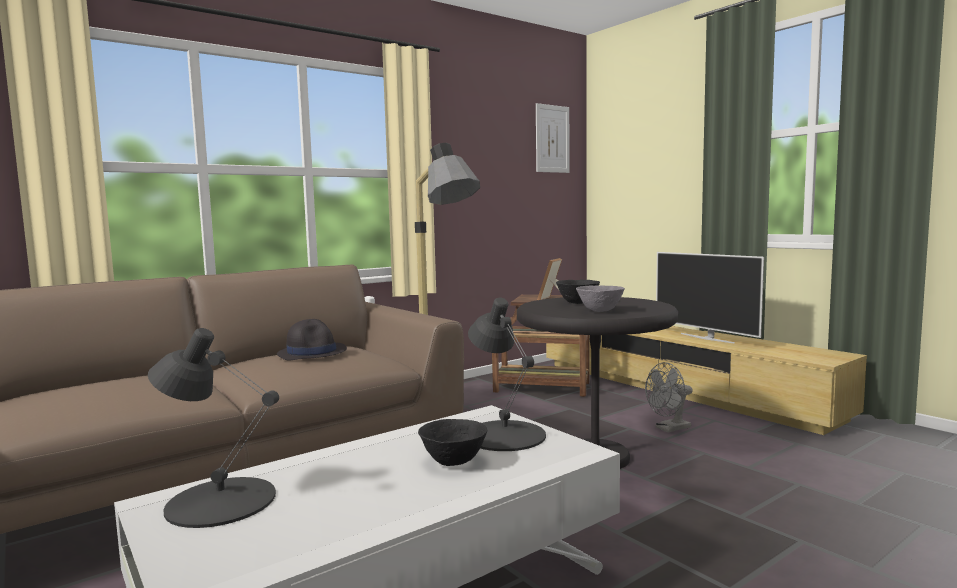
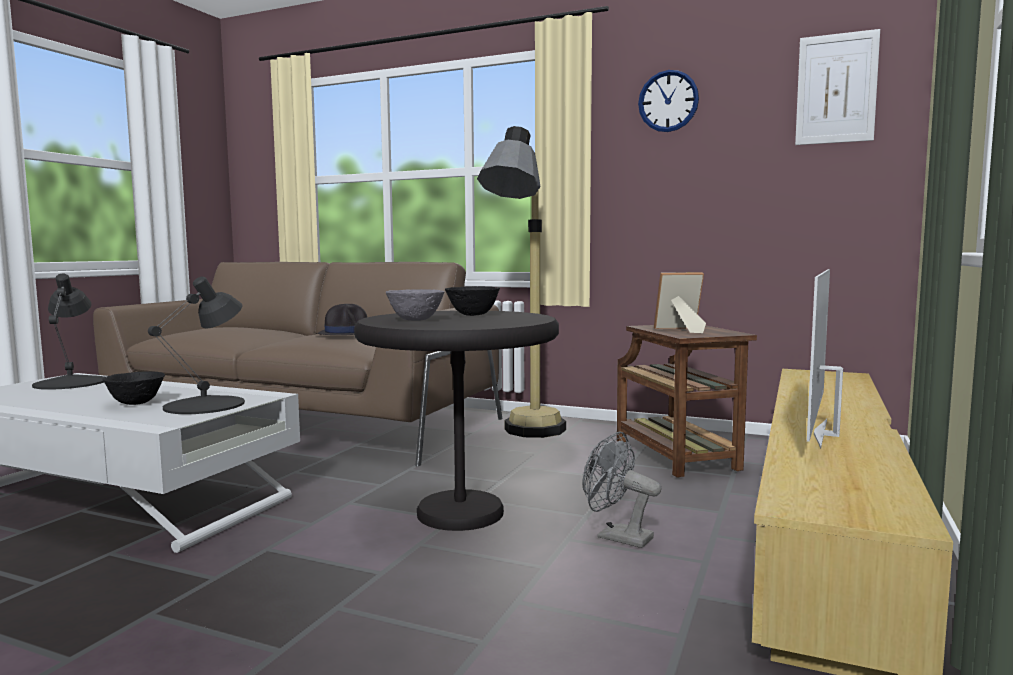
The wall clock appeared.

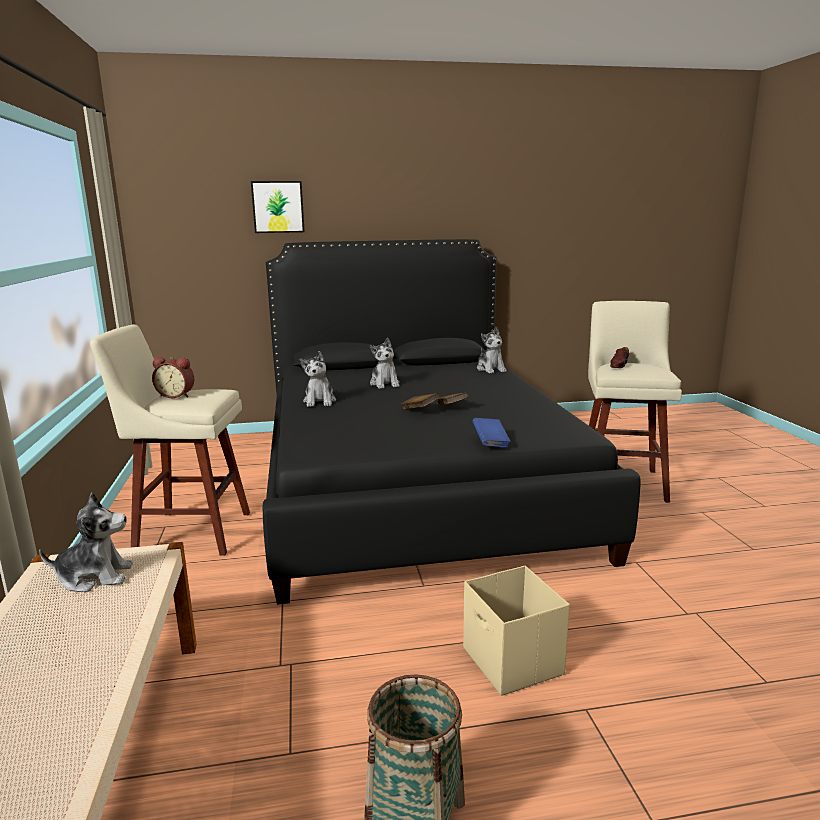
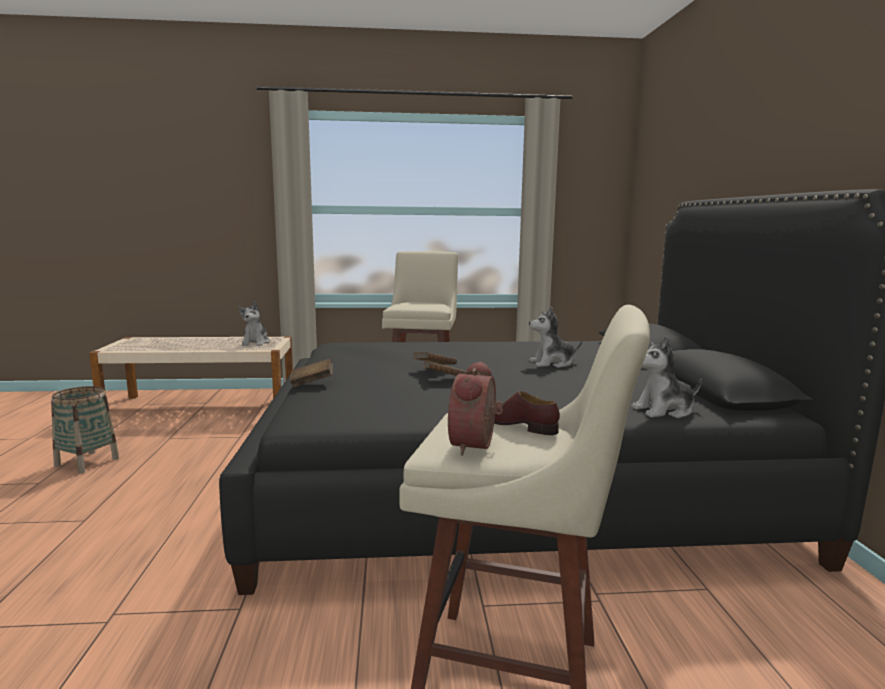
The wall picture disappeared.
The cuddly toy (2nd from left) disappeared.
The beige-coloured storage box disappeared.
The alarm clock moved.
The blue volume became the brown-coloured volume (1st from left).

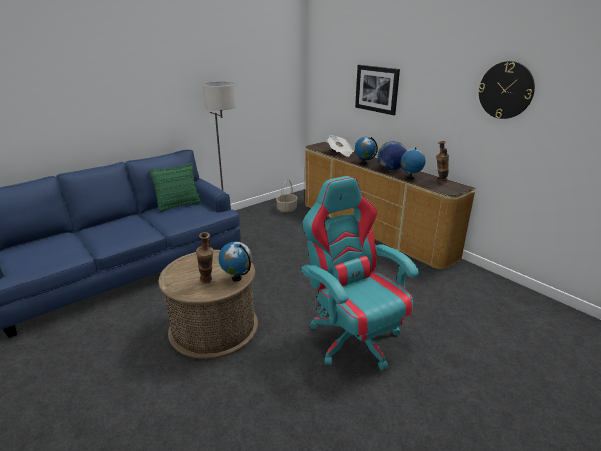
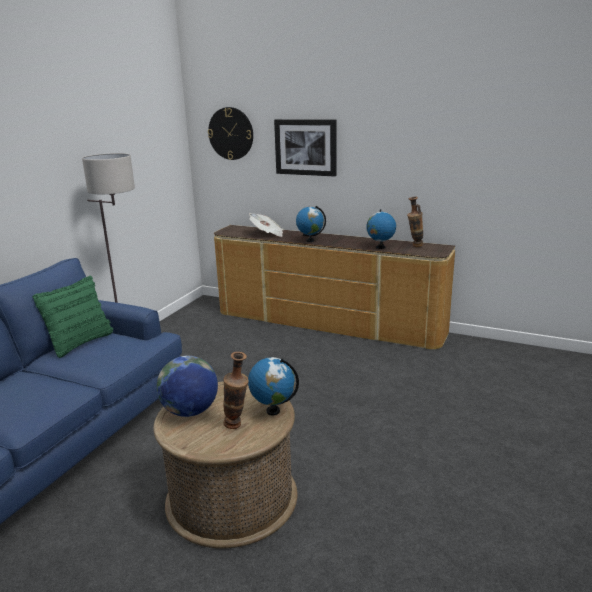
The basket disappeared.
The blue-green desk chair disappeared.
The world globe (3rd from left in the first image) moved.
The wall clock moved.

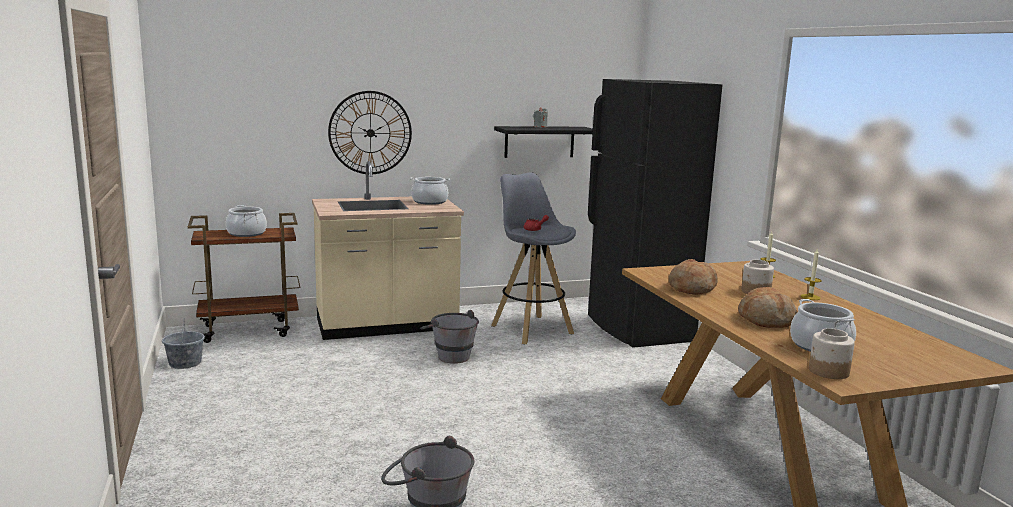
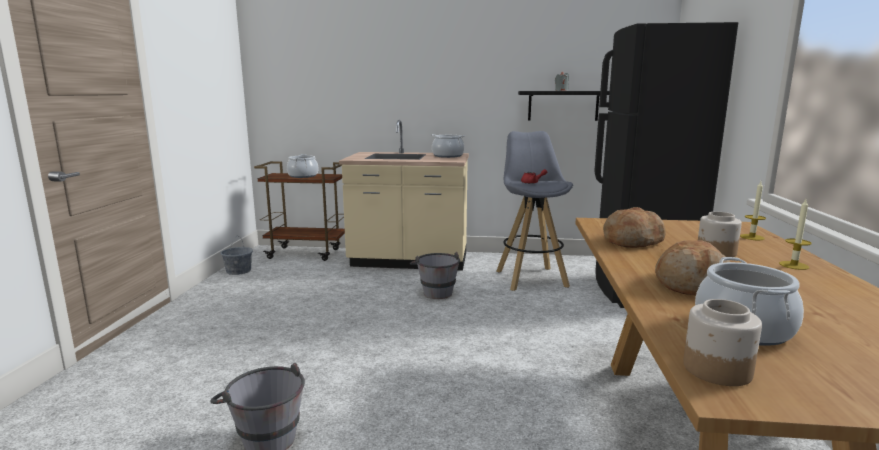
The wall clock disappeared.

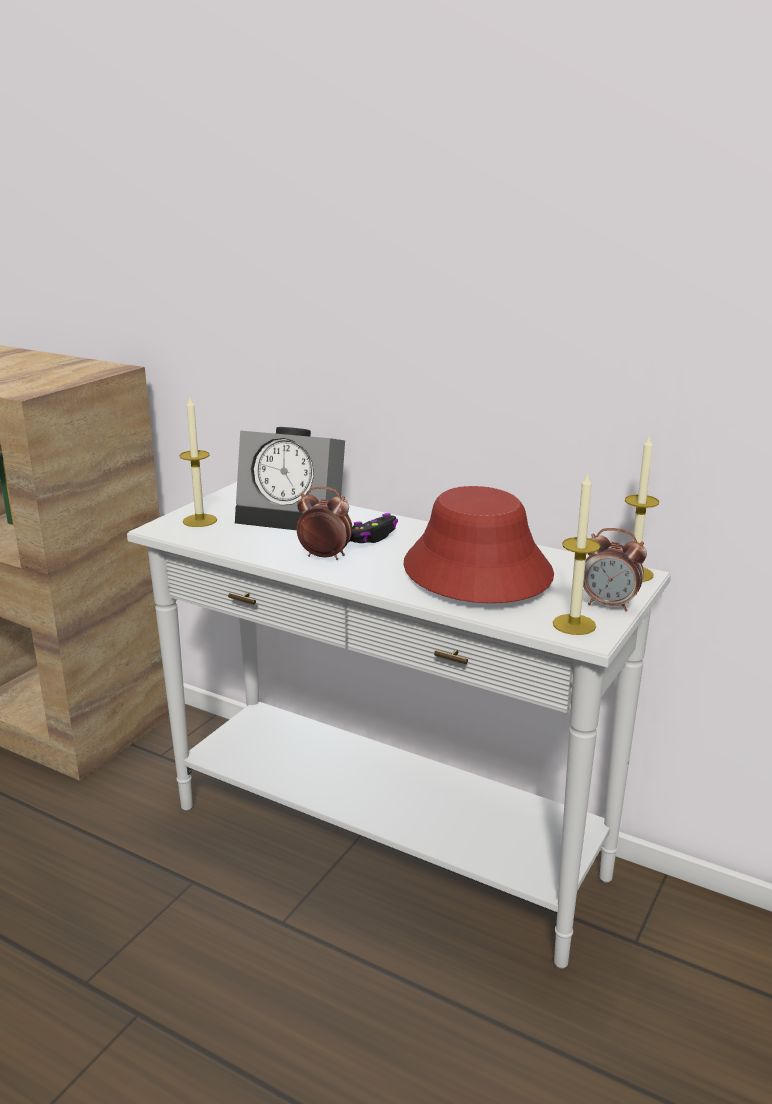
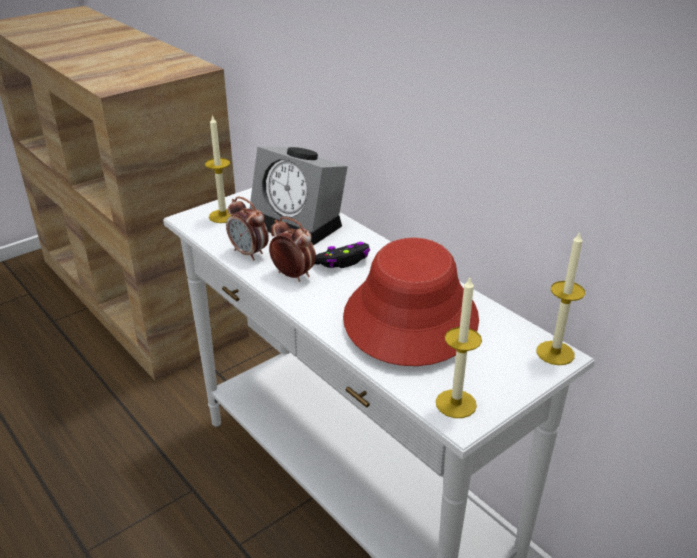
The alarm clock (3rd from left in the first image) moved.

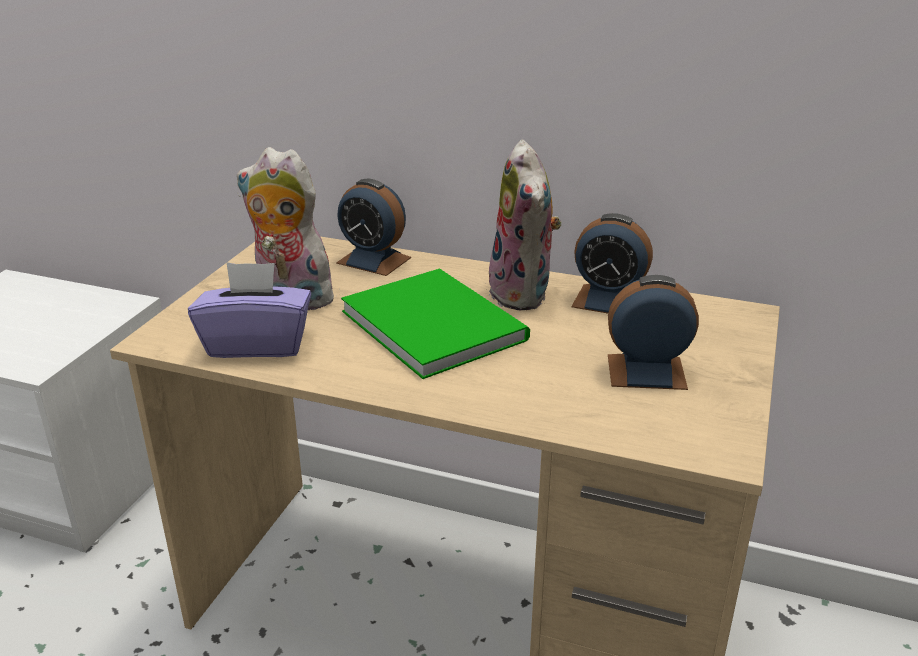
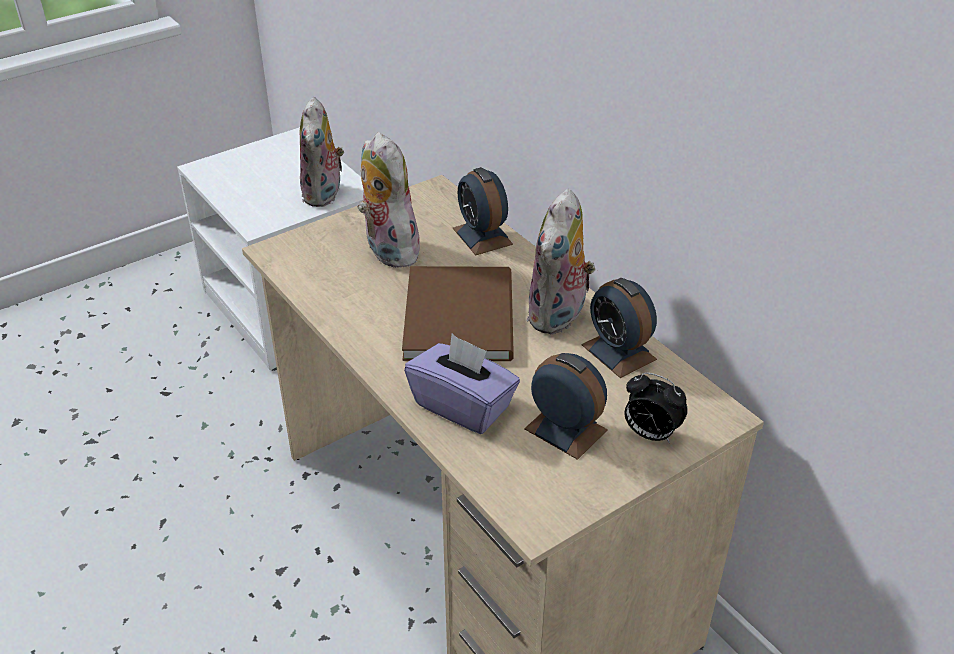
The cuddly toy (1st from left) appeared.
The alarm clock (4th from left) appeared.
The purplish box of tissues moved.
The green-coloured volume became the brown-coloured volume.

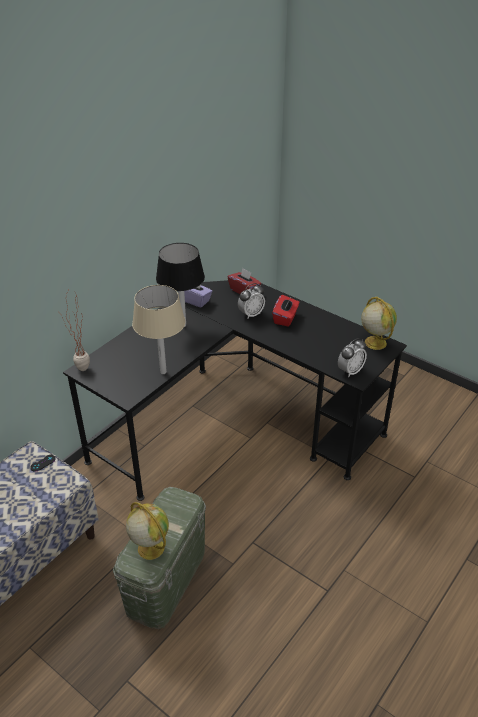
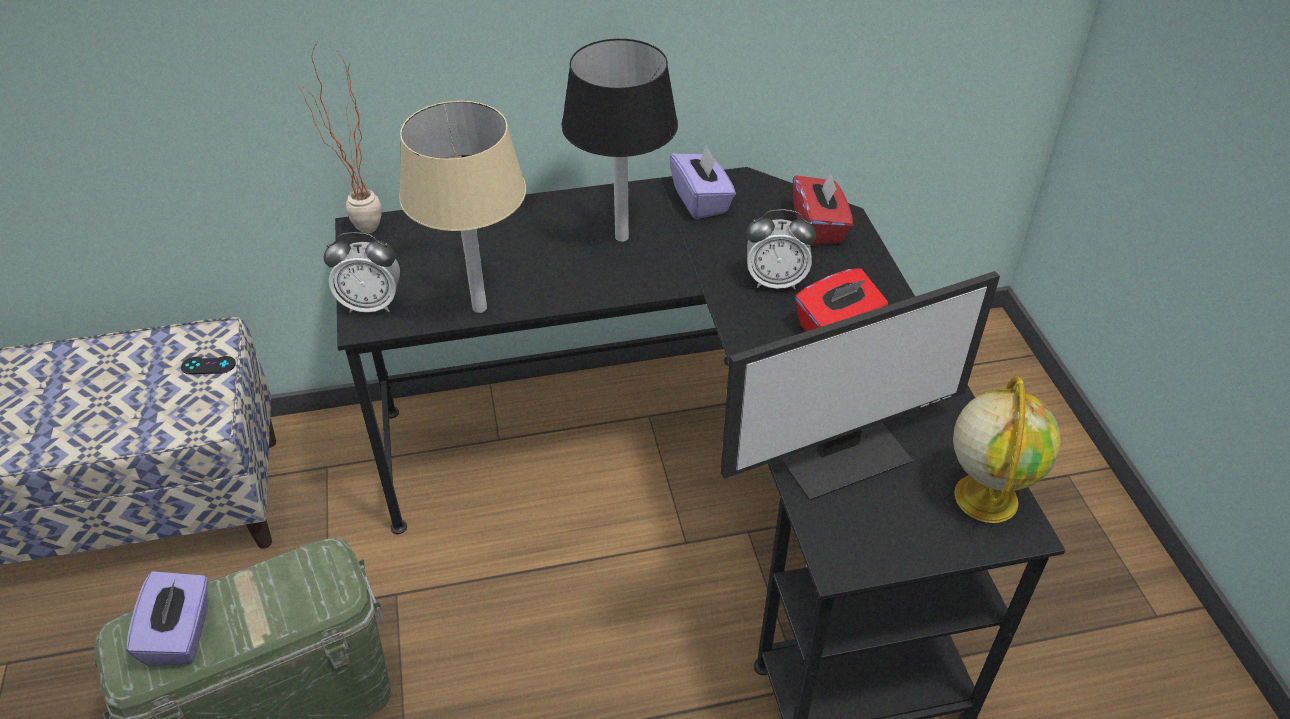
The monitor appeared.
The alarm clock (2nd from left in the first image) moved.
The world globe (1st from left) was replaced by the purplish box of tissues (1st from left).

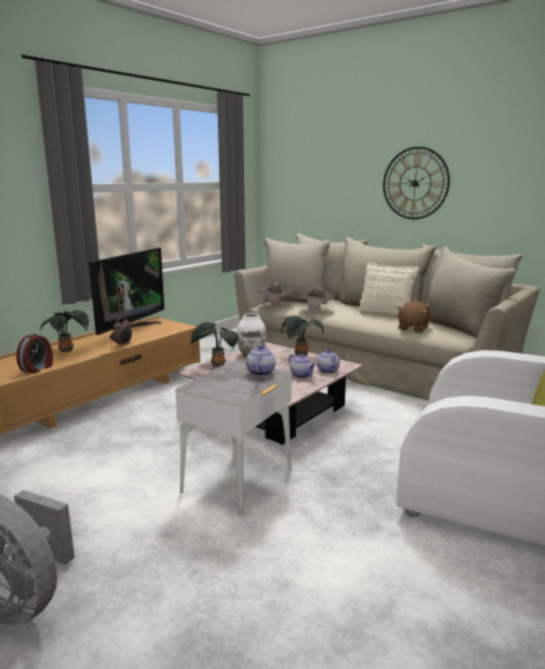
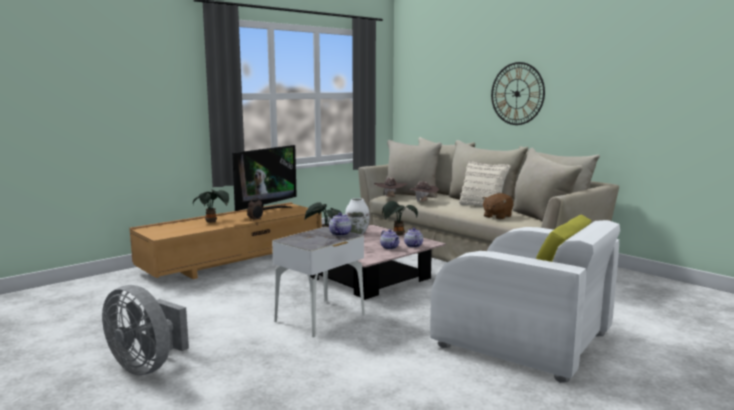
The alarm clock (1st from left) disappeared.

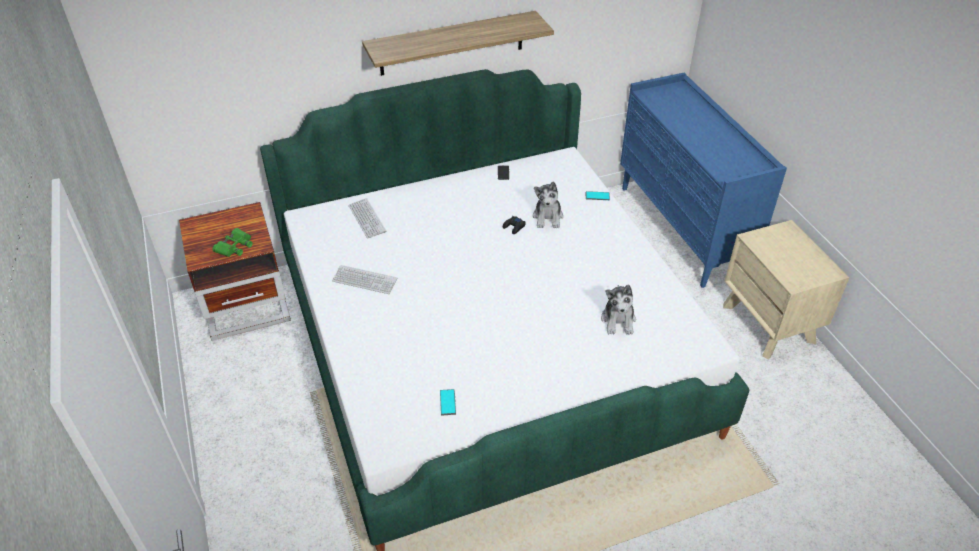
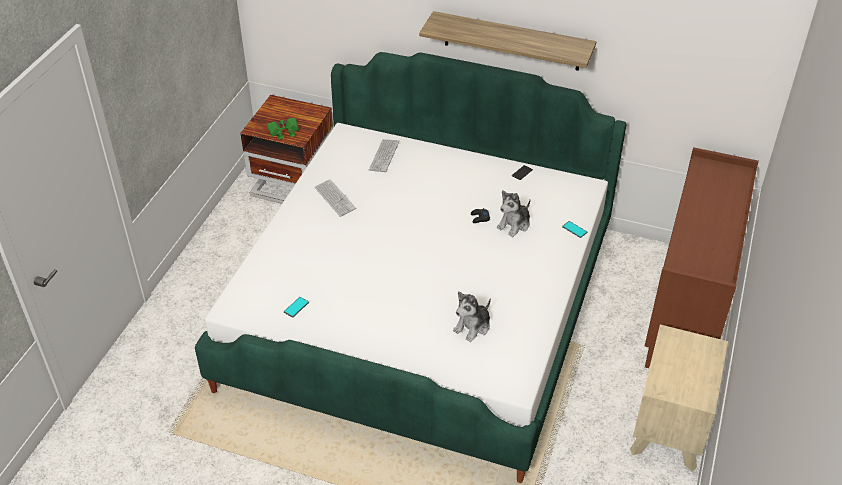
The blue dresser became the brown-coloured dresser.

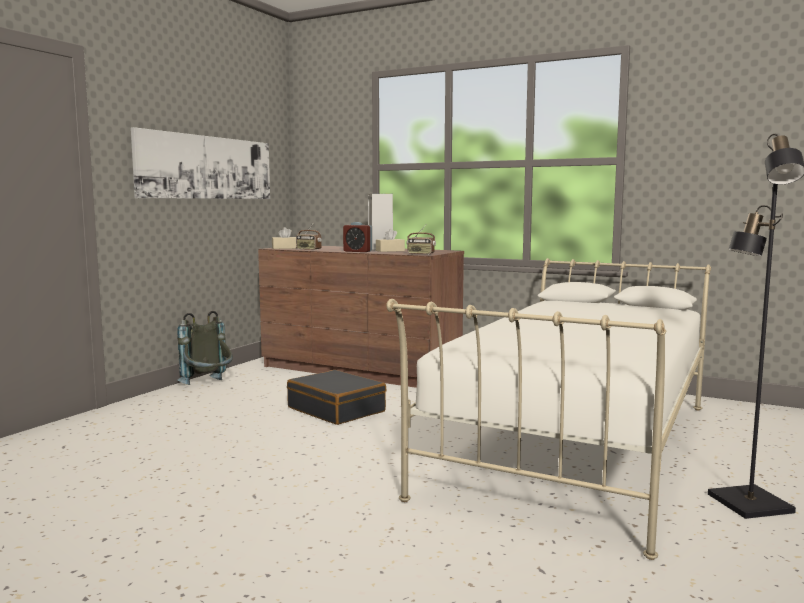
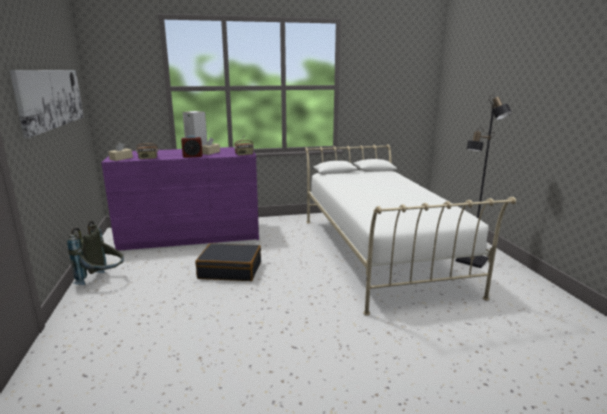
The brown-coloured dresser became the purplish dresser.

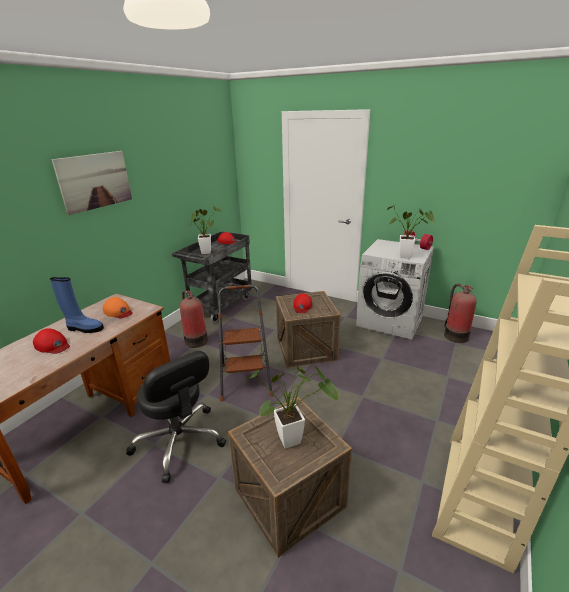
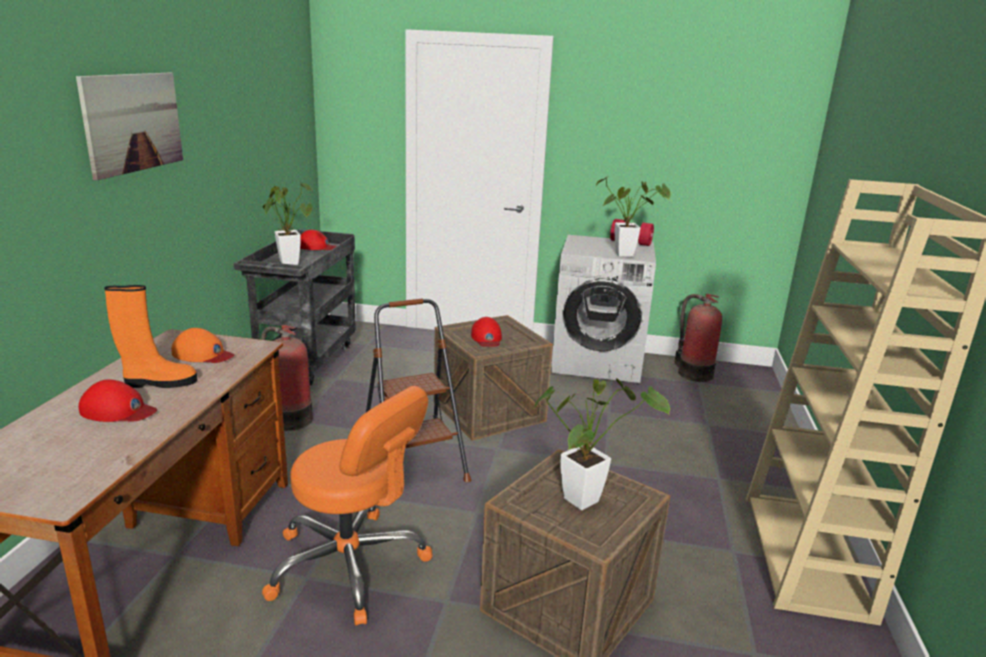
The blue tall boot became the orangey tall boot.
The blackish desk chair became the orangey desk chair.

